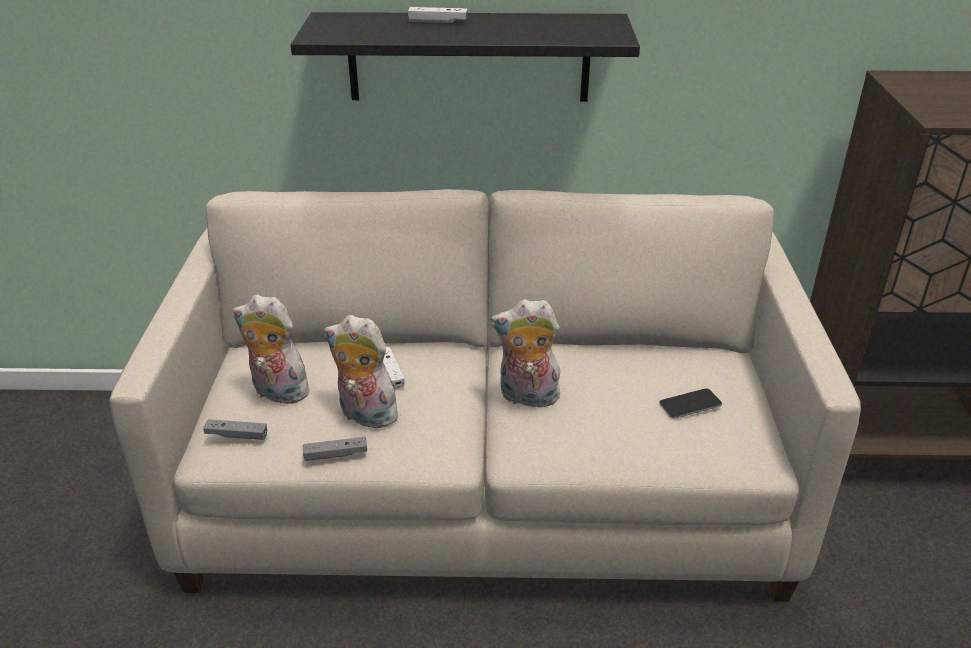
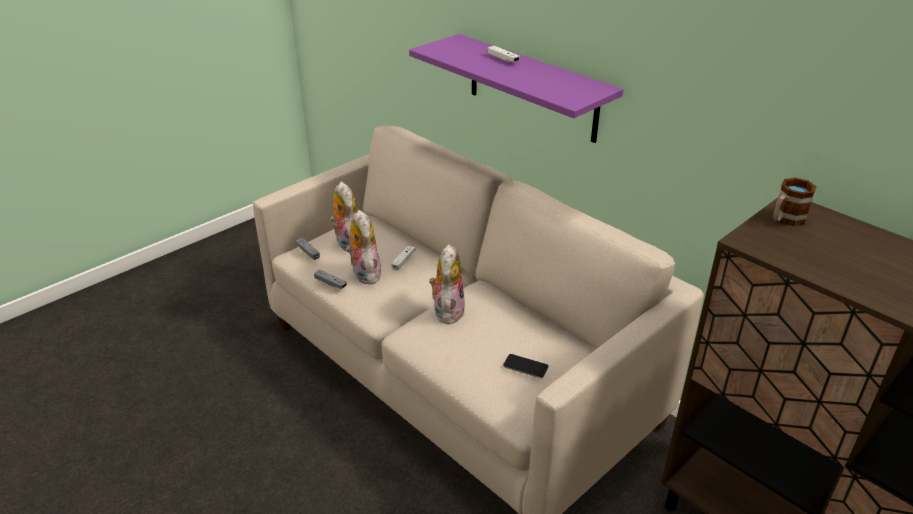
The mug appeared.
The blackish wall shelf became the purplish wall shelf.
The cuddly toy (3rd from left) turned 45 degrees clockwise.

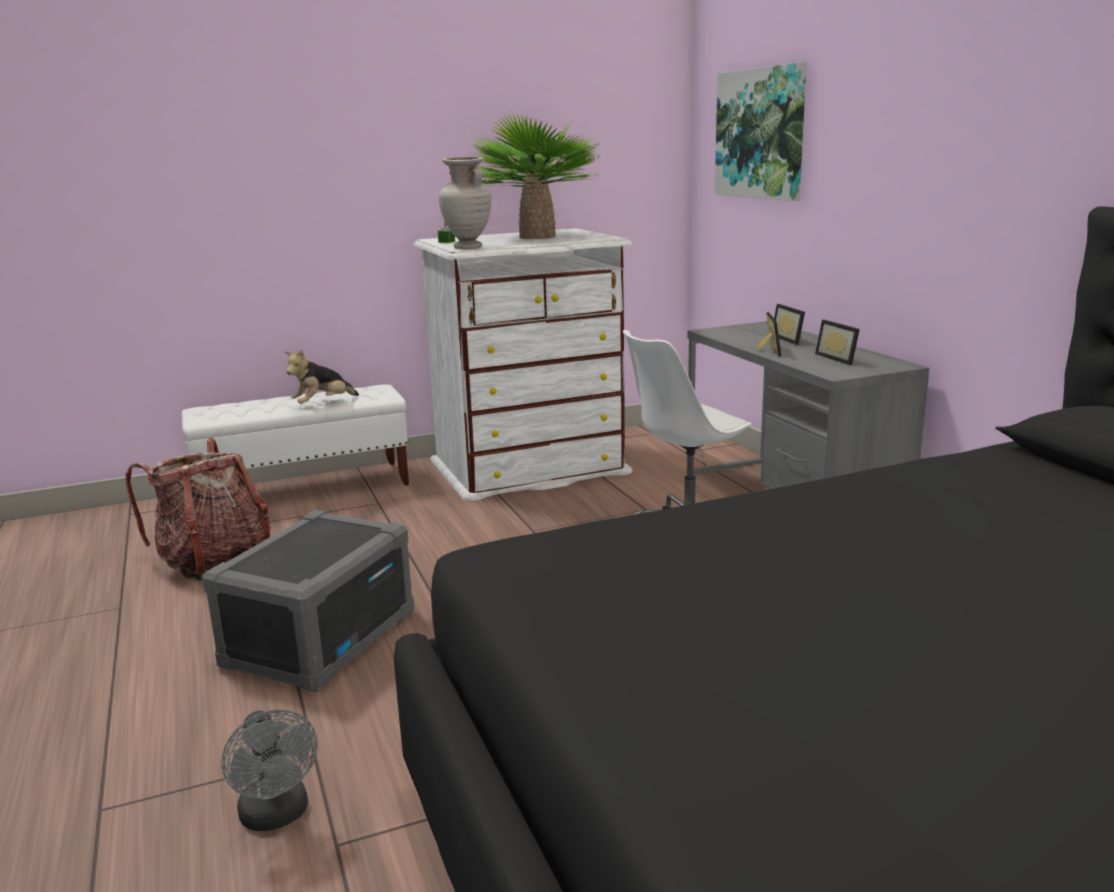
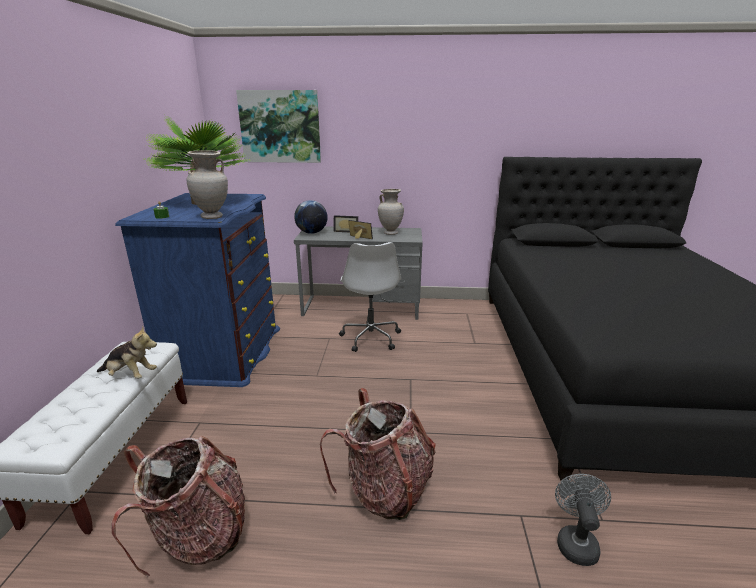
The world globe appeared.
The gray storage box was replaced by the knapsack (2nd from left).
The picture frame (3rd from left) was replaced by the beige-coloured decorative vase (2nd from left).
The white-coloured dresser became the blue dresser.
The gray electric fan turned 75 degrees counterclockwise.
The cuddly toy turned 60 degrees counterclockwise.

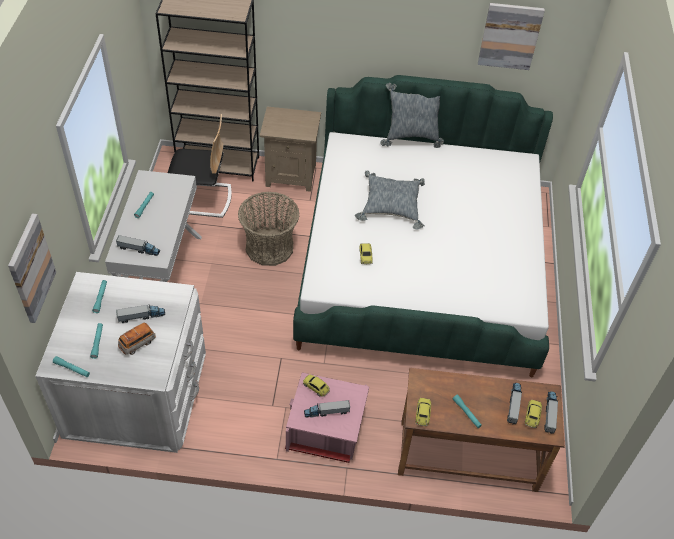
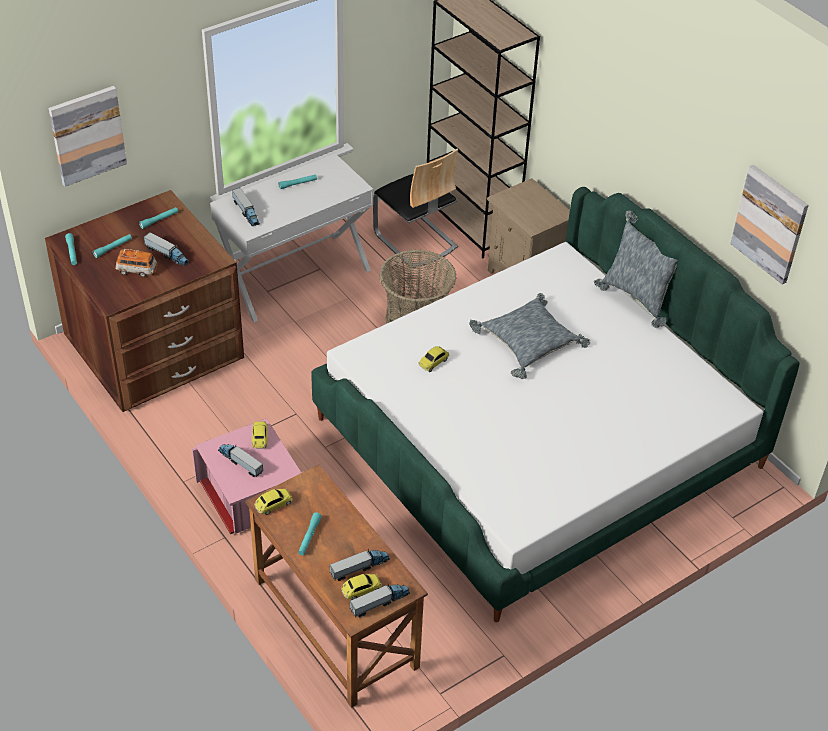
The white-coloured dresser became the brown-coloured dresser.

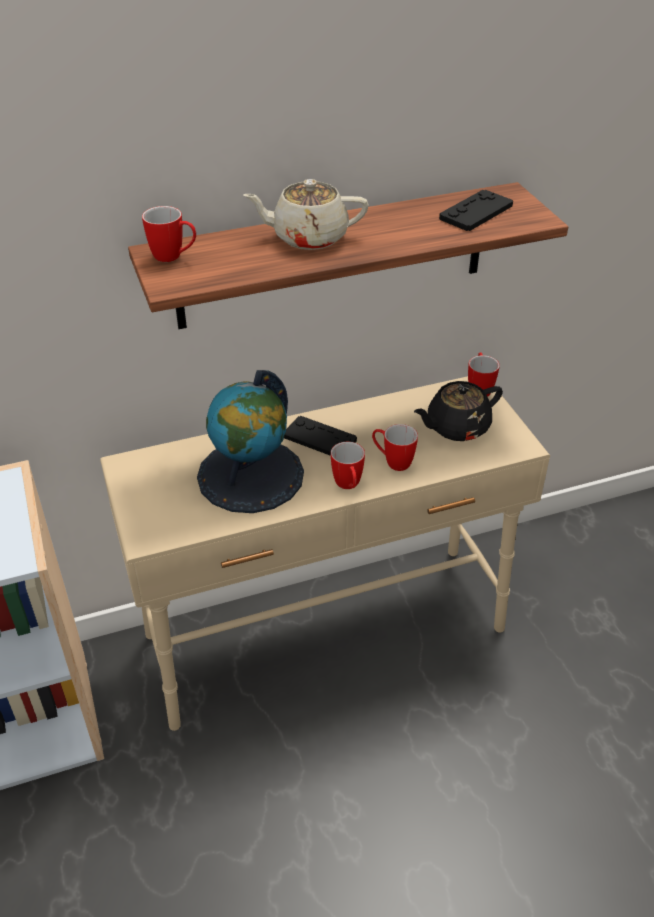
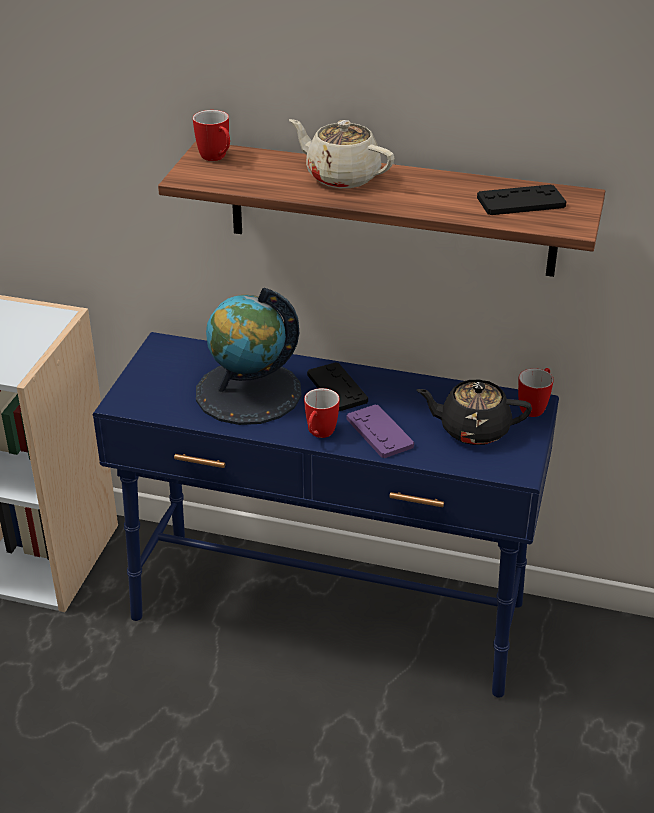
The mug (3rd from left) was replaced by the purplish joypad.
The beige-coloured narrow table became the blue narrow table.

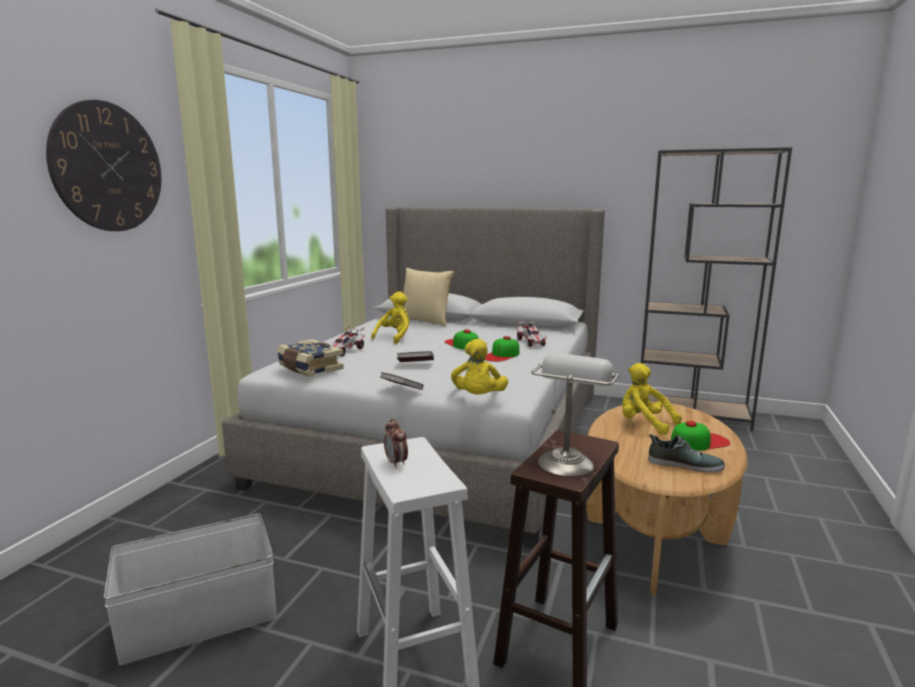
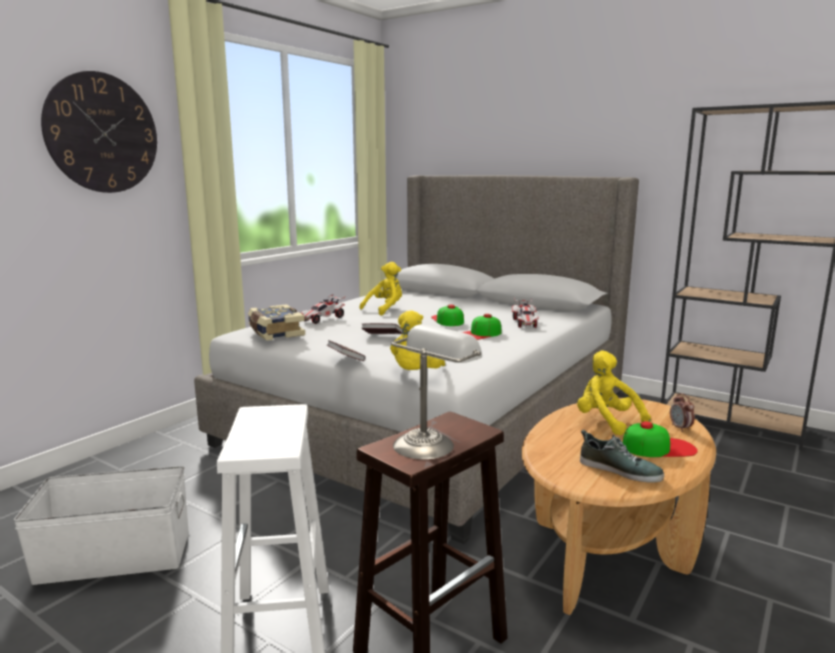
The throw pillow disappeared.
The alarm clock moved.

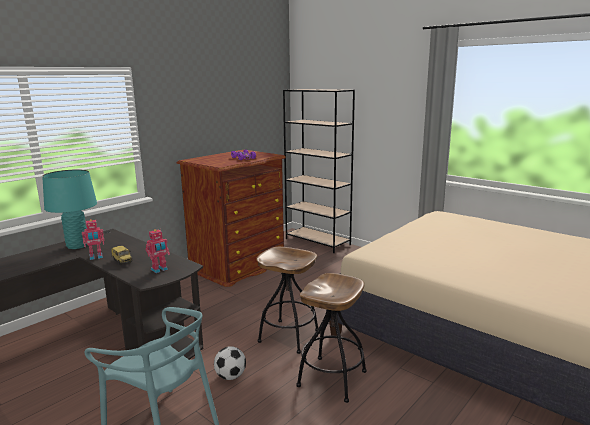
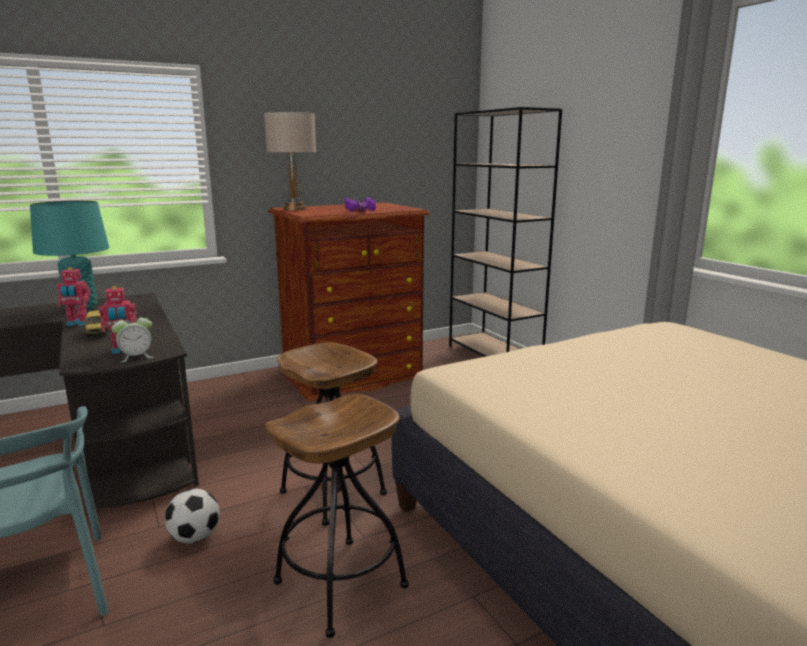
The alarm clock appeared.
The beige-coloured tabletop lamp appeared.

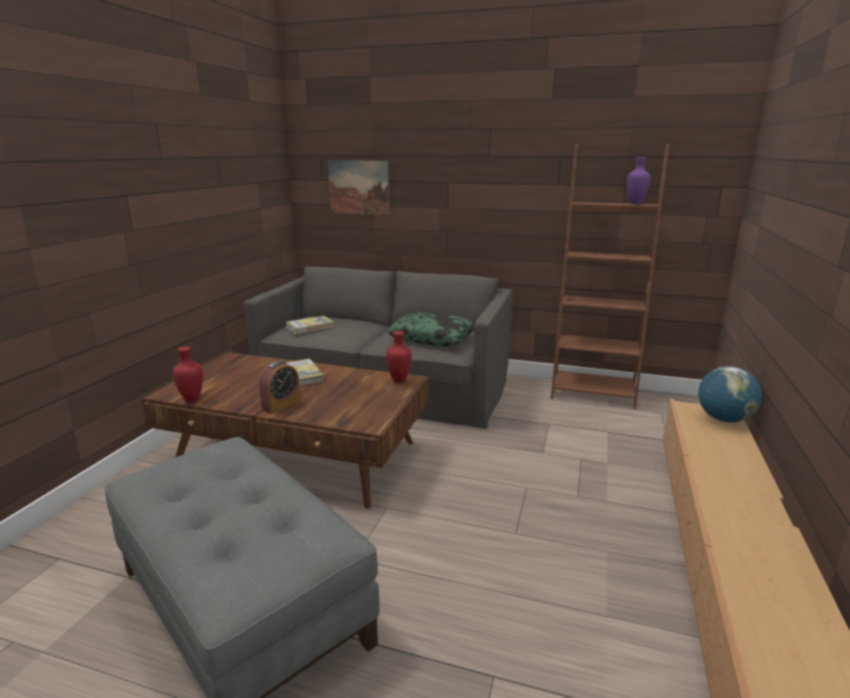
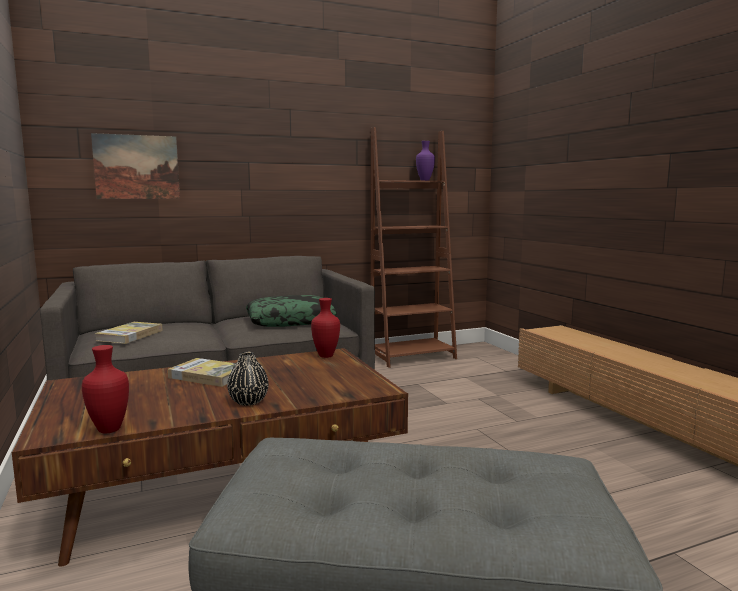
The world globe disappeared.
The alarm clock was replaced by the blackish decorative vase.

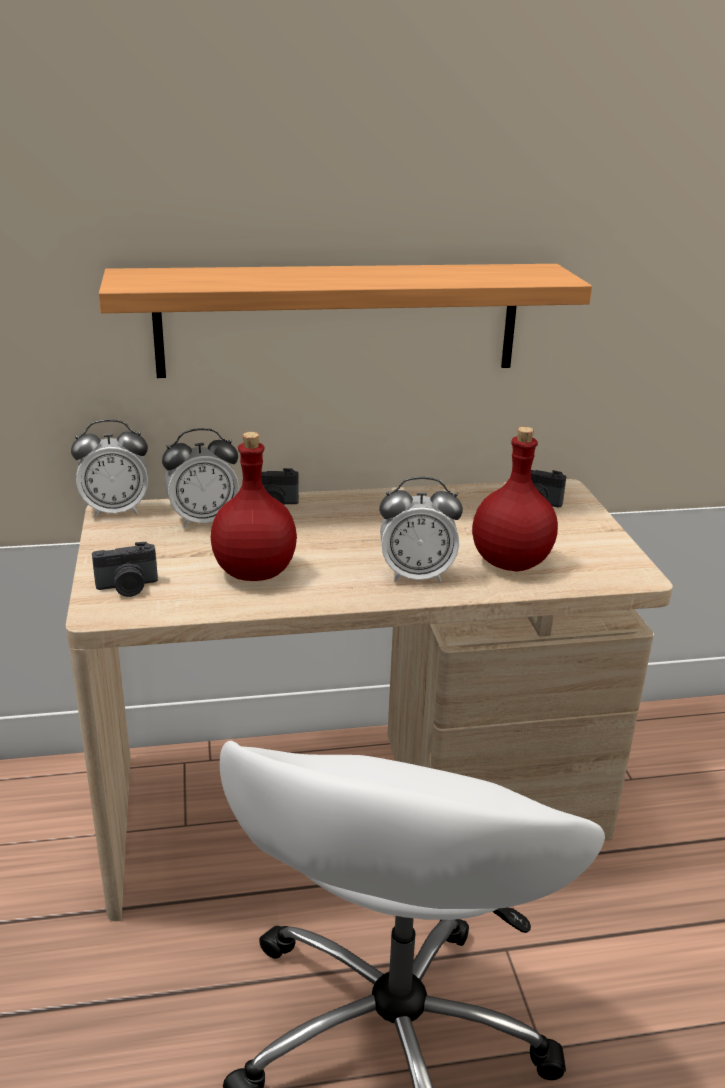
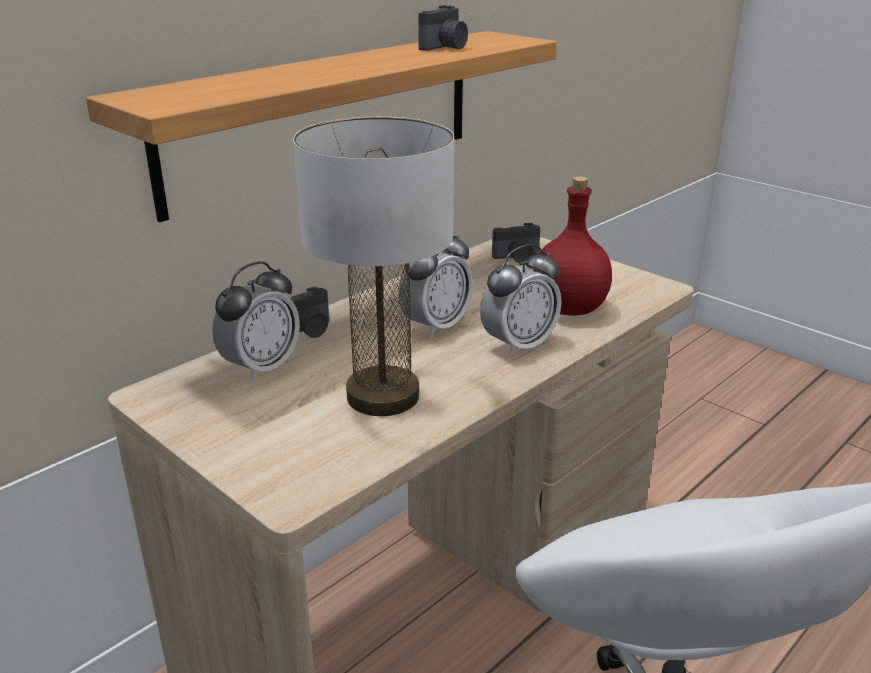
The alarm clock (1st from left in the first image) moved.
The still camera (1st from left in the first image) moved.
The red beverage bottle (1st from left) was replaced by the tabletop lamp.

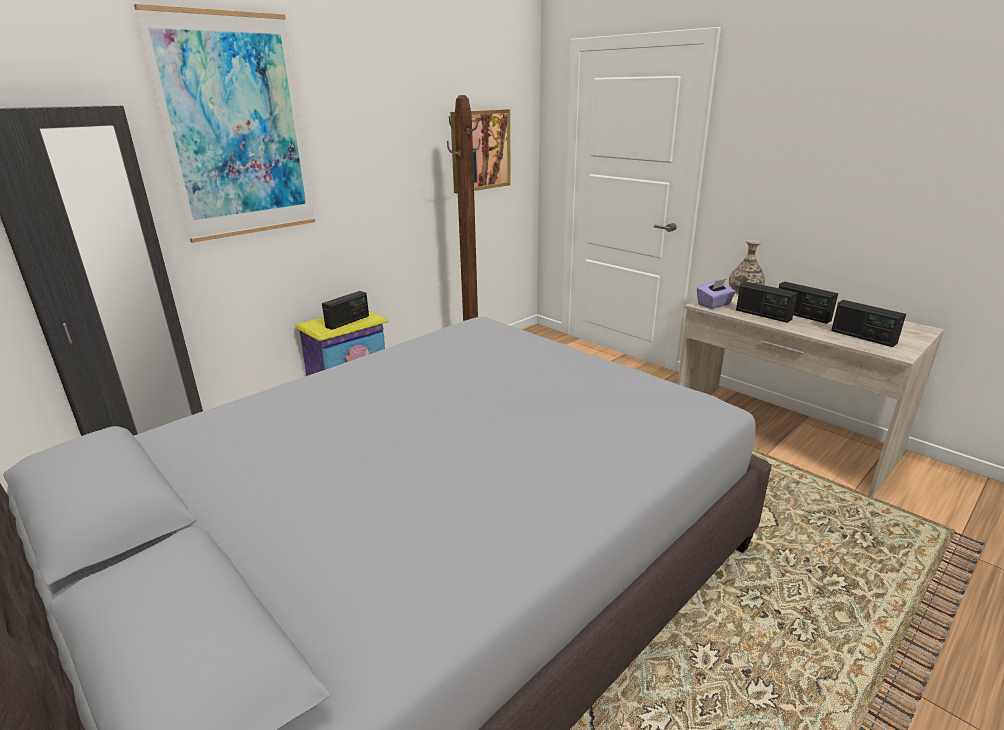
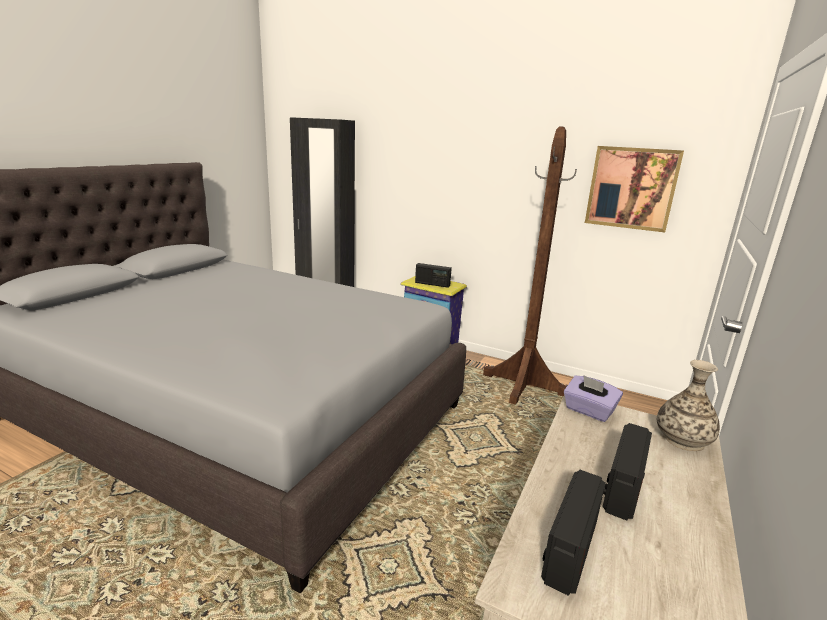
The wall picture (1st from left) disappeared.
The radio receiver (2nd from left) disappeared.

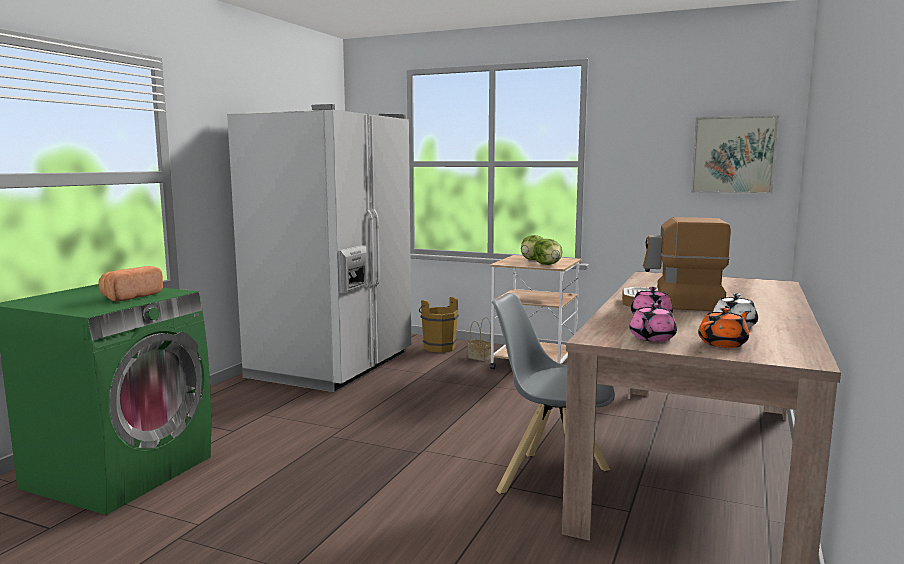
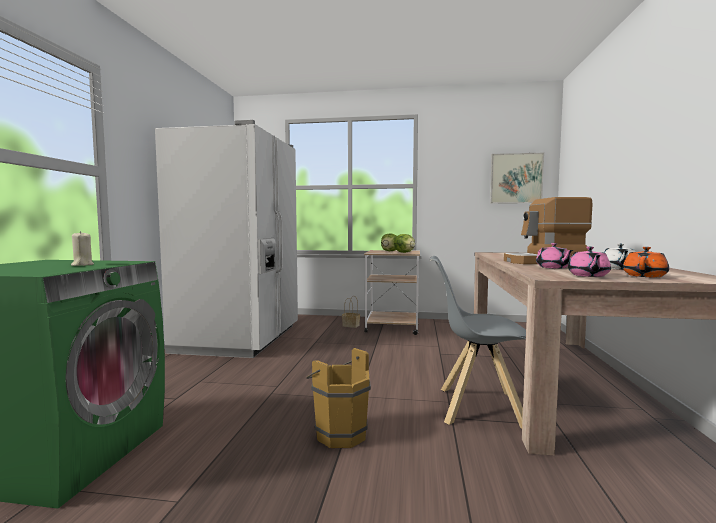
The brown-coloured water bucket moved.
The bread was replaced by the beige-coloured wax candle.

